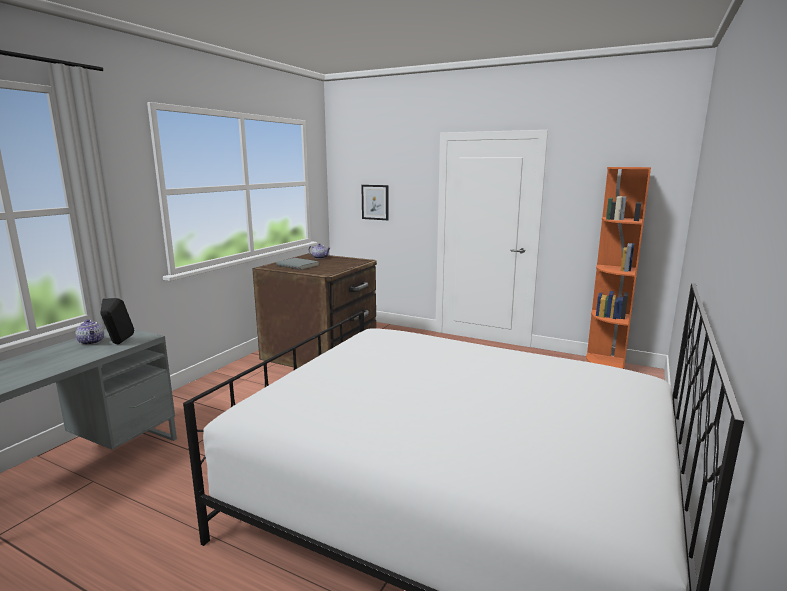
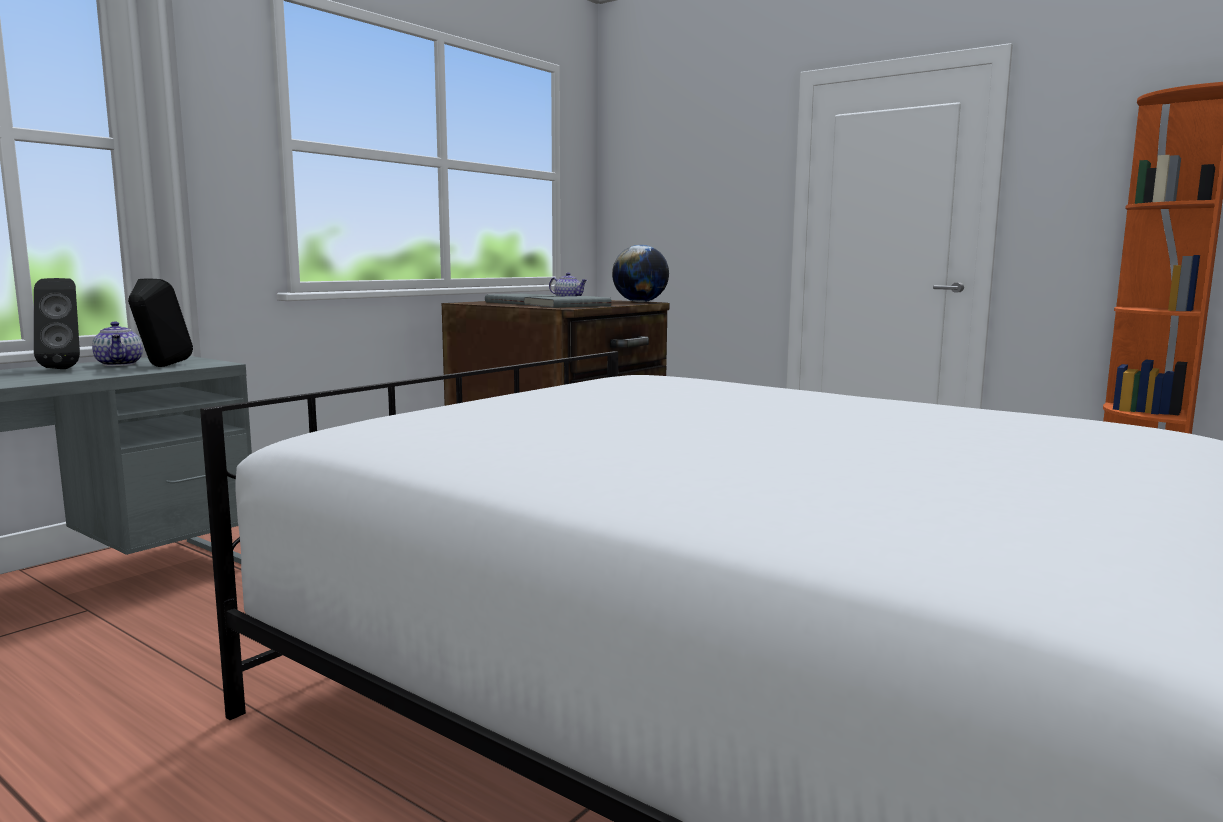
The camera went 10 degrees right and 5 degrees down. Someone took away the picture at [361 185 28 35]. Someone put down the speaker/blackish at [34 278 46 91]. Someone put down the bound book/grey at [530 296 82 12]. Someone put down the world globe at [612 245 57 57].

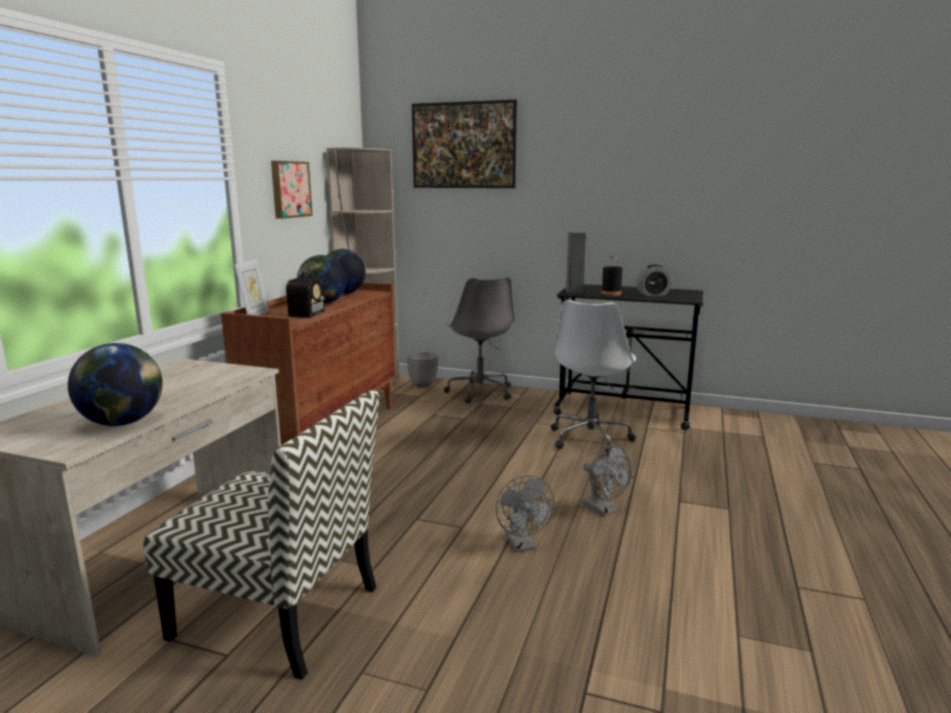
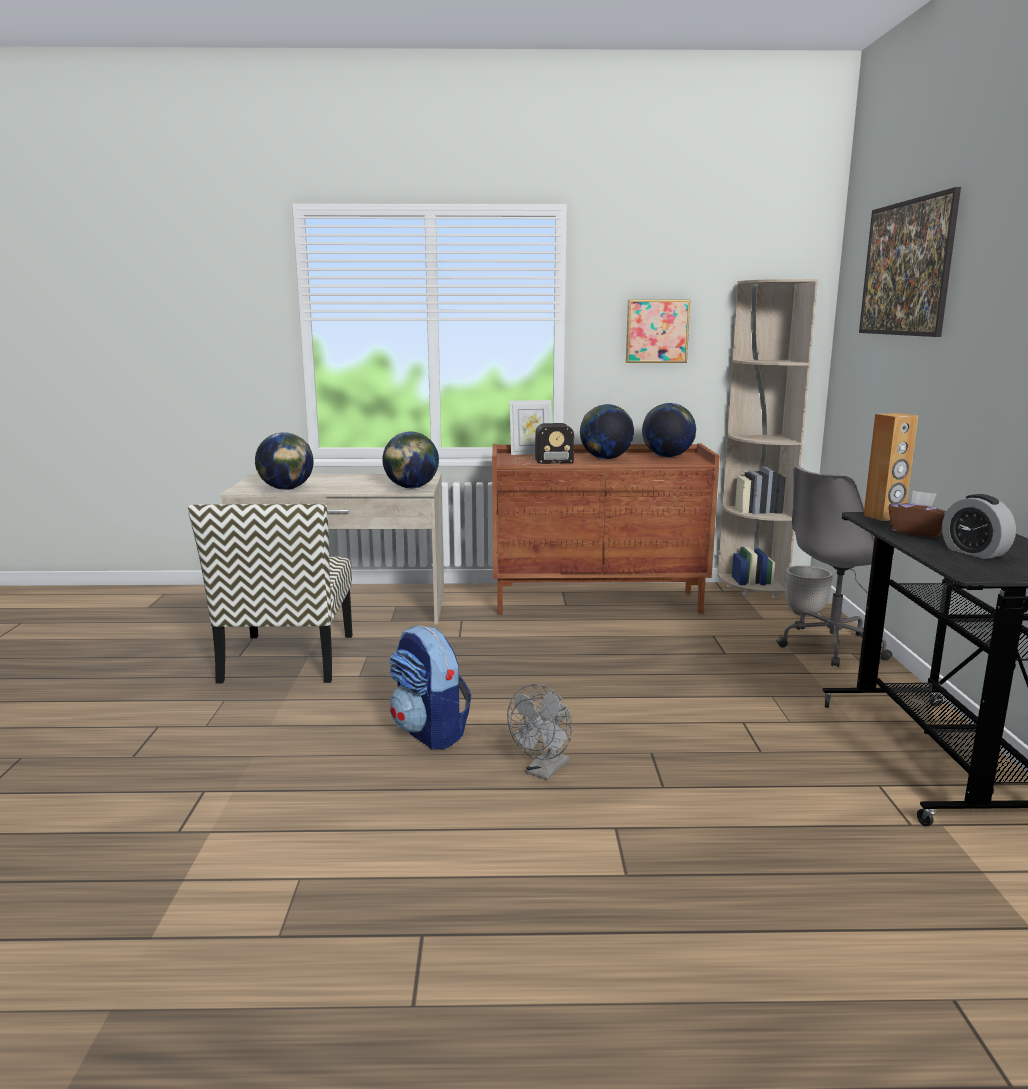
The camera went 70 degrees right and 0 degrees up. Someone took away the desk chair/white at [550 300 86 156]. Someone put down the world globe at [382 431 57 58]. Someone swapped the electric fan/grey at [496 475 59 77] for the knapsack at [389 625 82 124]. Someone swapped the drink bottle/blackish at [601 256 21 40] for the tissue box/brown at [888 490 59 48]. Someone repainted the speaker/grey at [566 232 20 62], which became the speaker/brown at [864 413 54 108].

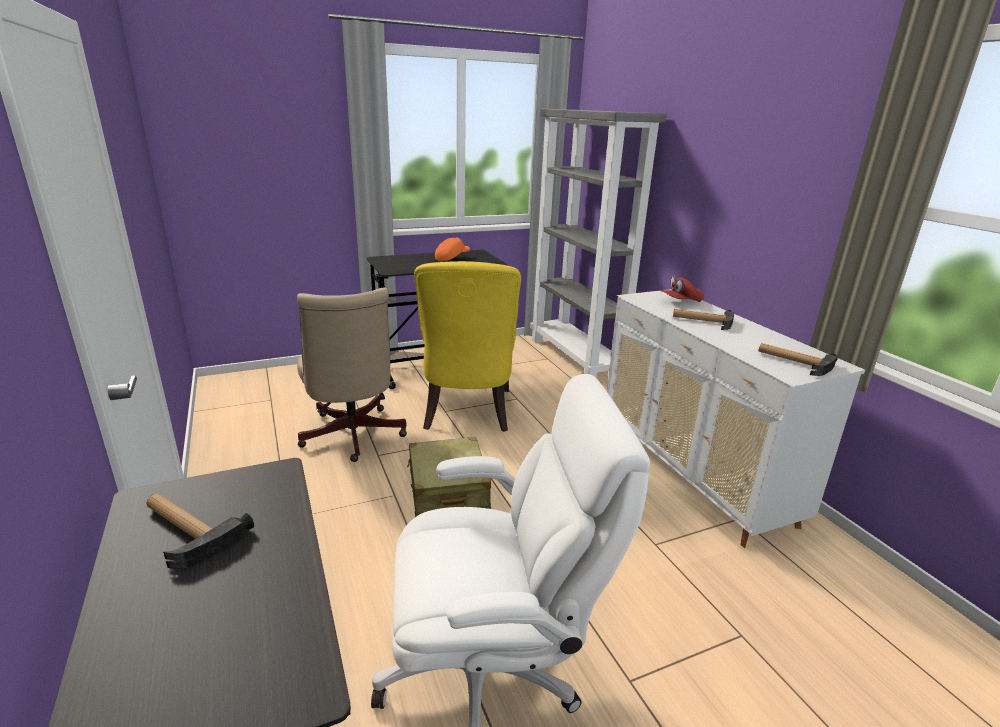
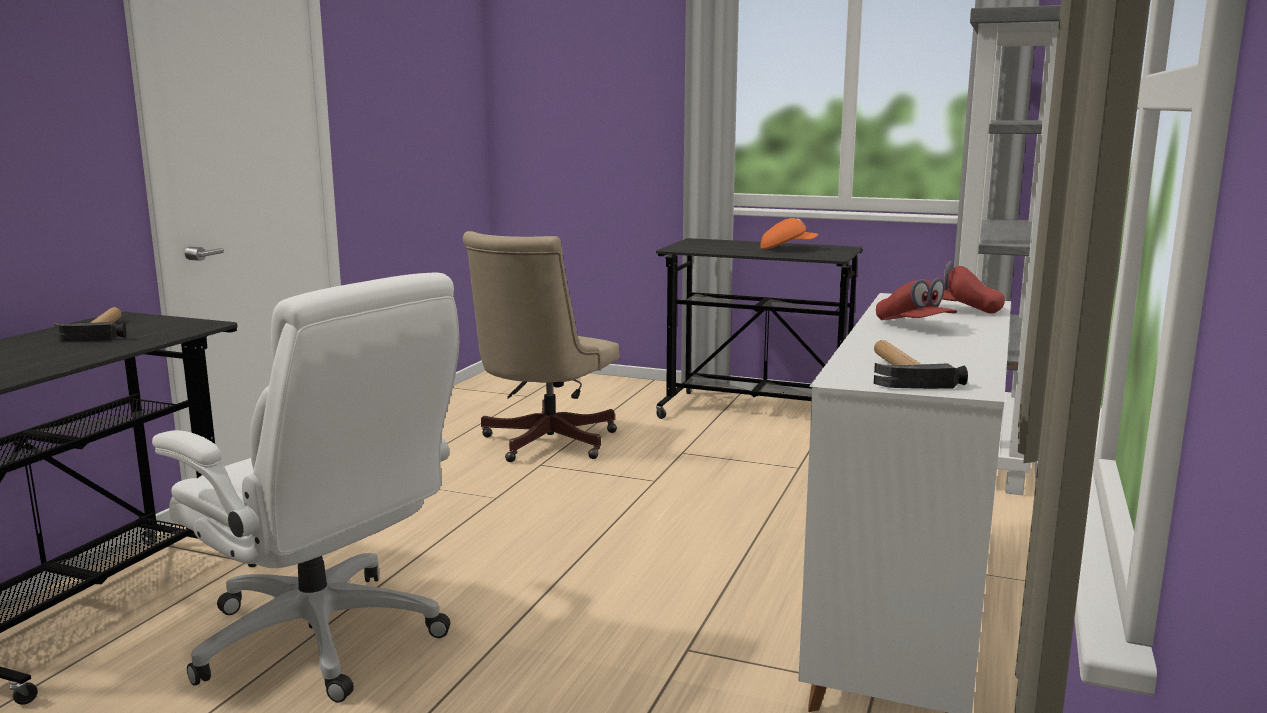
The camera went 45 degrees right and 10 degrees down. Someone took away the suitcase/sand-coloured at [407 437 84 80]. Someone took away the plain chair/yellow-coloured at [414 261 107 171]. Someone swapped the tool hammer at [673 309 61 21] for the baseball cap/red-coloured at [876 277 81 43].

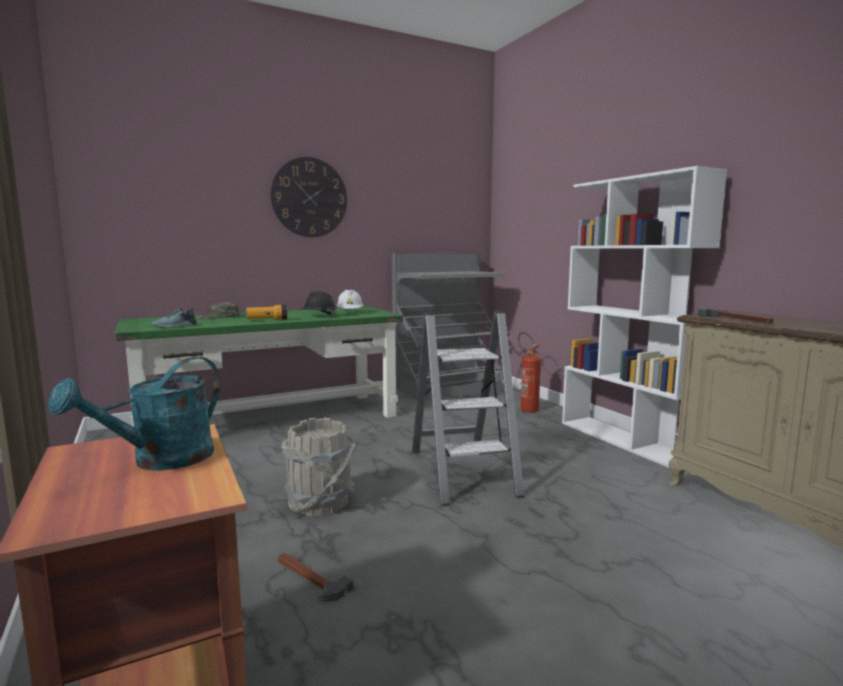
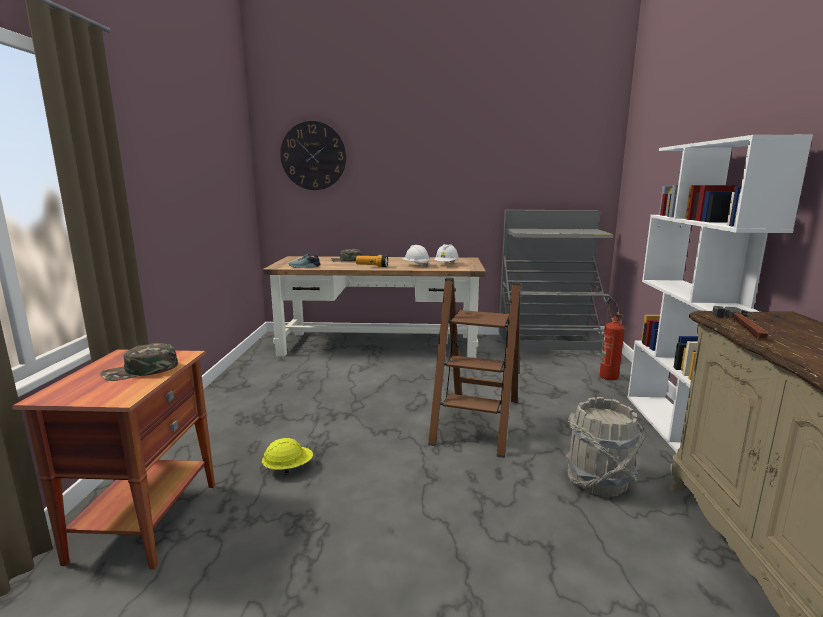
The camera went 30 degrees right and 5 degrees up. Someone carried the wall clock from [270 157 77 80] to [280 121 66 69]. Someone carried the water bucket/grey from [281 417 74 100] to [566 397 80 100]. Someone swapped the watering pot/turquoise at [48 357 172 114] for the baseball cap/greenish at [100 343 78 38]. Someone swapped the tool hammer at [278 553 75 49] for the hard hat/yellow-coloured at [262 438 51 37]. Someone repainted the desk unit/greenish at [114 306 289 121], which became the desk unit/brown at [263 256 223 102]. Someone repainted the hard hat/blackish at [301 291 36 26], which became the hard hat/white at [403 245 27 22]. Someone repainted the step stool/grey at [412 310 113 196], which became the step stool/brown at [428 277 93 181].

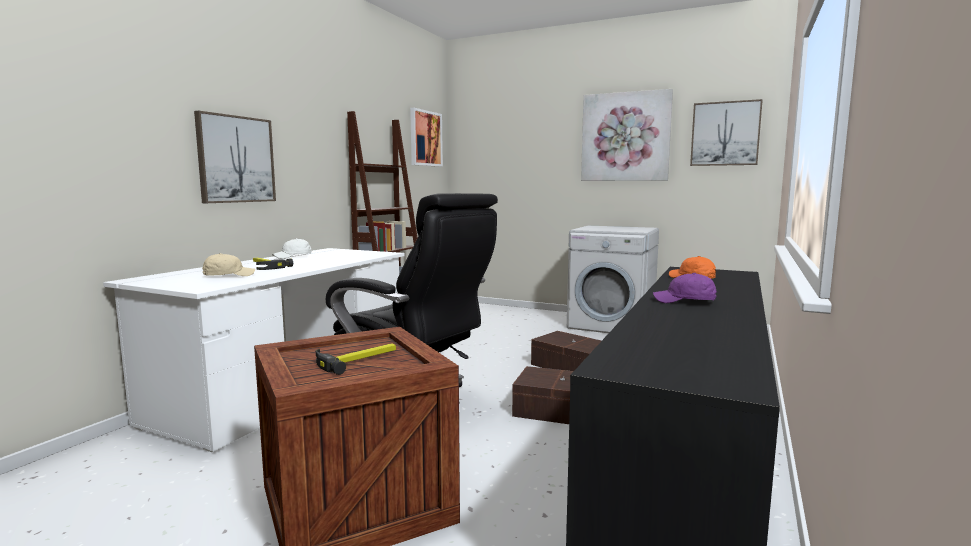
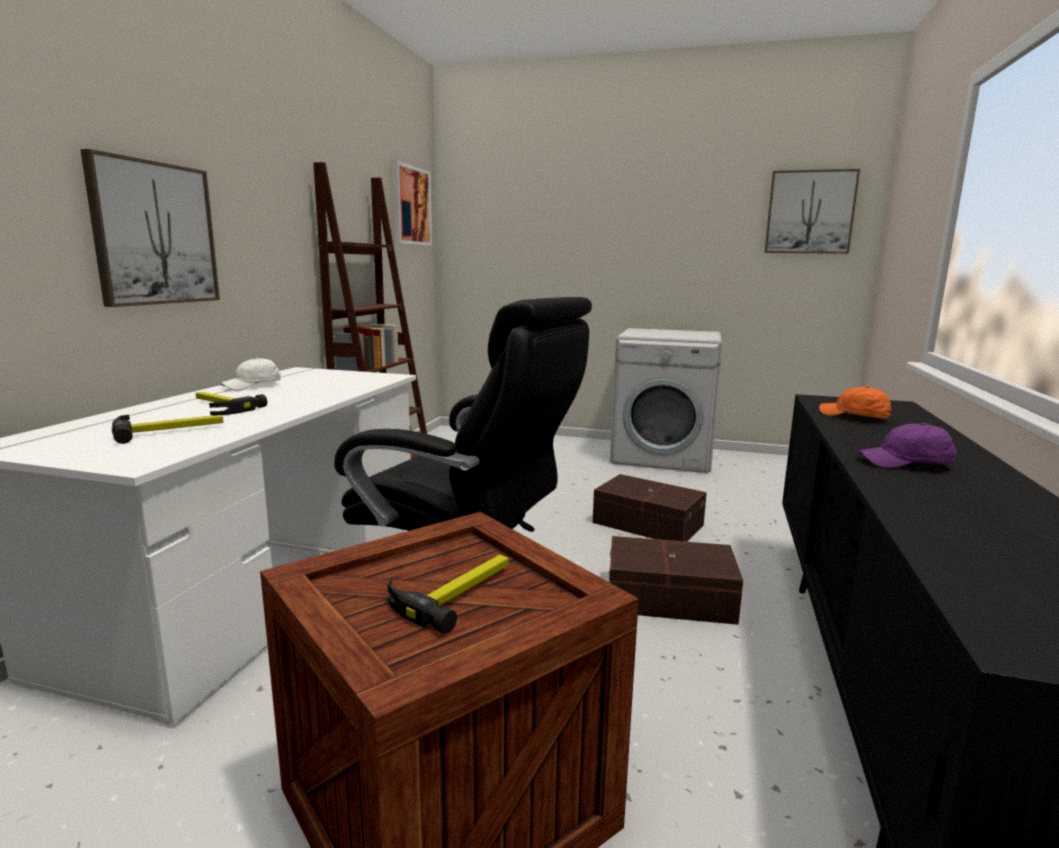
The camera went 10 degrees left and 5 degrees up. Someone took away the picture at [581 89 92 92]. Someone swapped the baseball cap/sand-coloured at [202 253 53 23] for the tool hammer at [112 415 111 29].

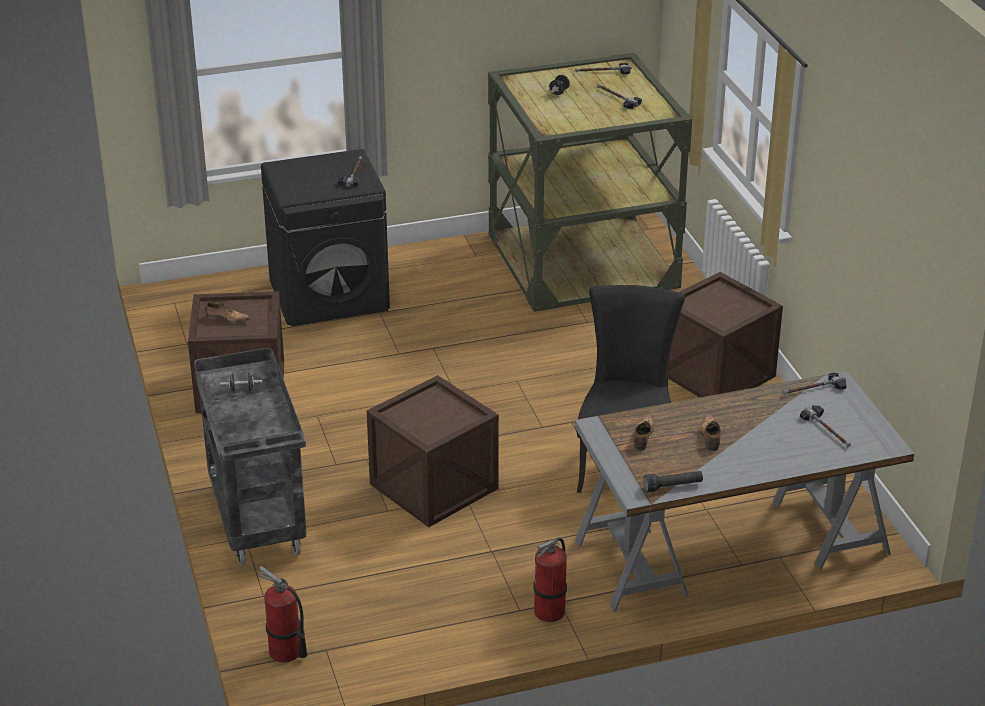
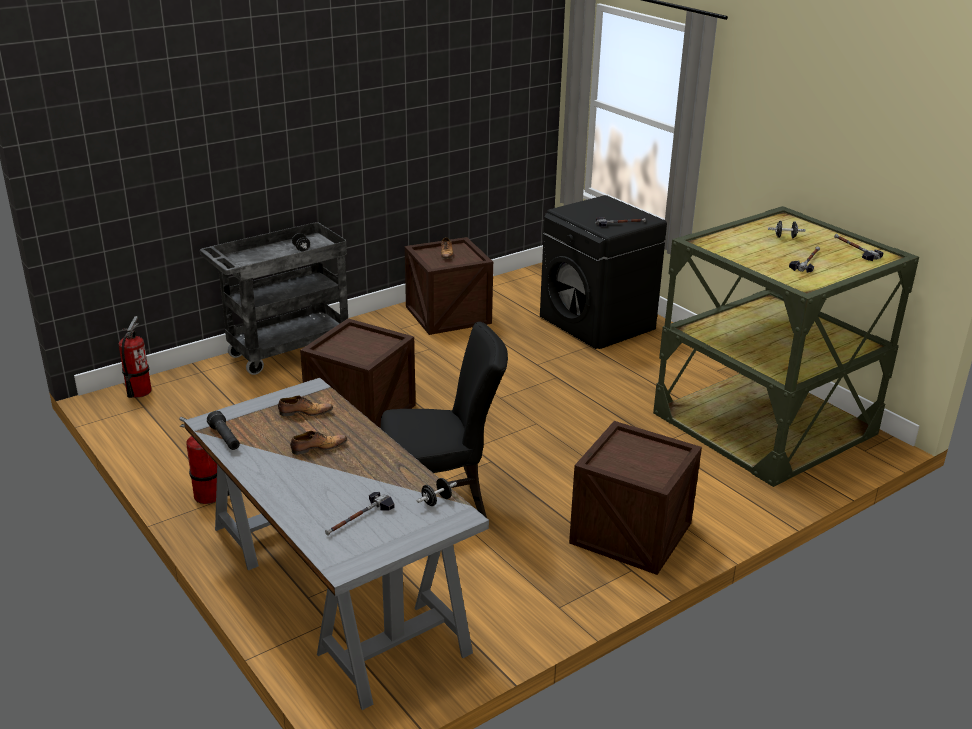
The camera went 70 degrees right and 5 degrees down. Someone swapped the tool hammer at [783 372 64 23] for the dumbbell/blackish at [416 478 41 28].

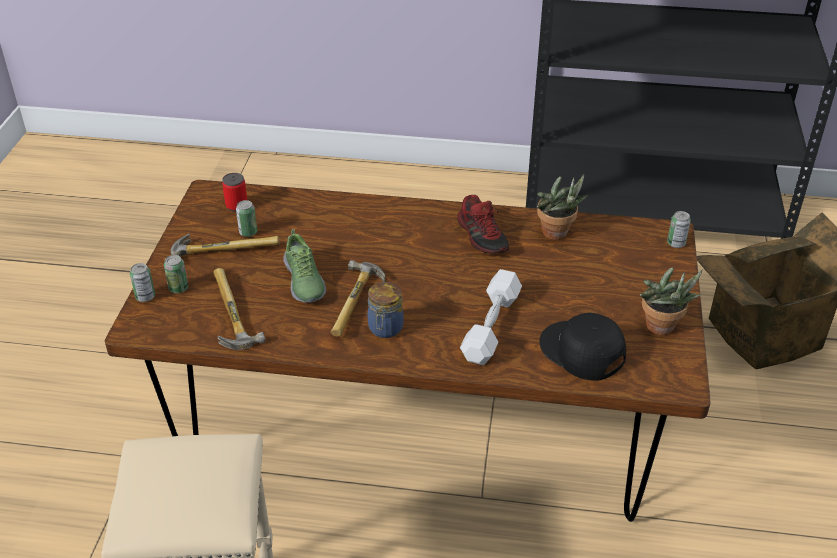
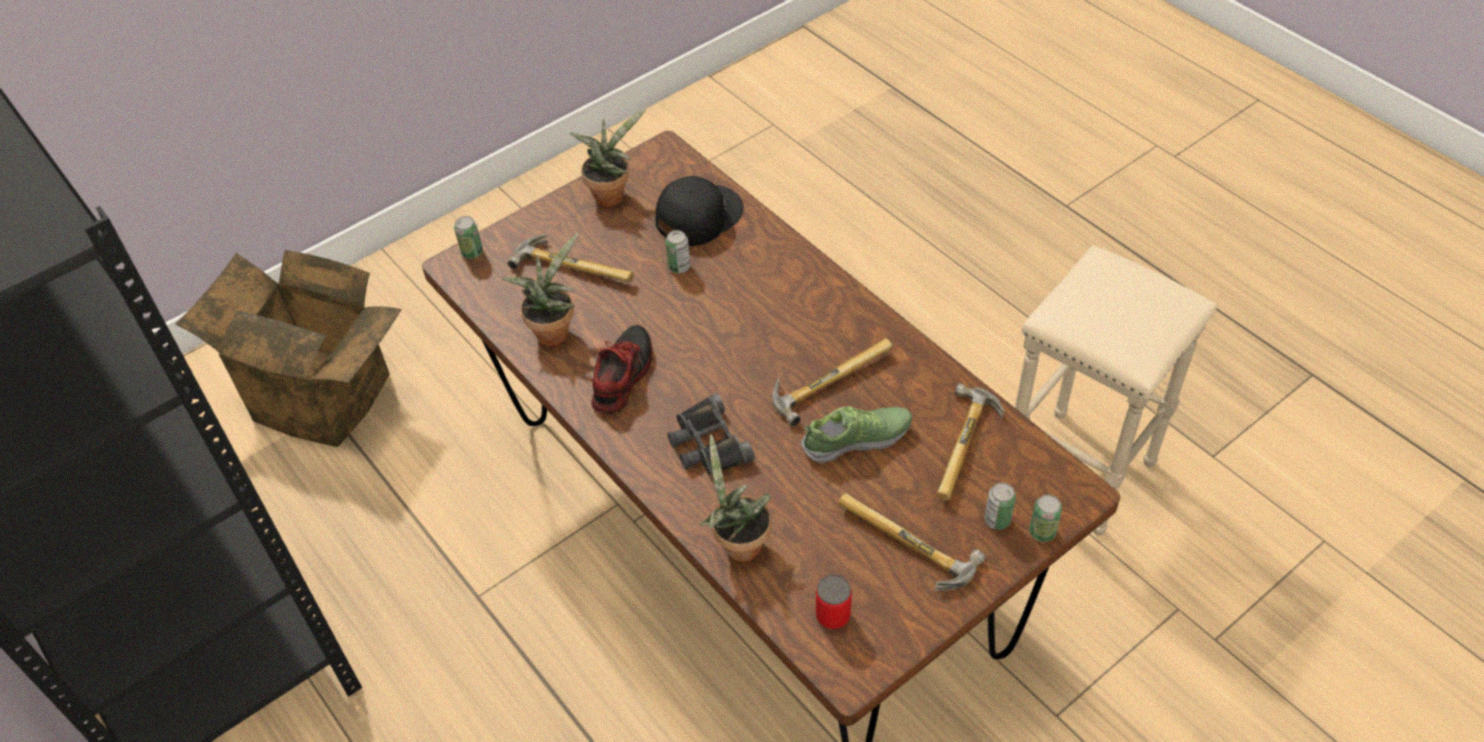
The camera went 135 degrees left and 10 degrees up. Someone took away the jar at [368 282 36 56]. Someone took away the dumbbell/white at [460 269 62 96]. Someone put down the tool hammer at [507 234 127 49]. Someone put down the binoculars/blackish at [667 394 88 81]. Someone put down the houseplant at [700 434 71 128]. Someone carried the can from [236 200 21 37] to [665 230 25 43]. Someone rotated the item of footwear at [283 229 43 74] by 45 degrees clockwise. Someone rotated the baseball cap/blackish at [539 313 87 68] by 135 degrees counterclockwise.

